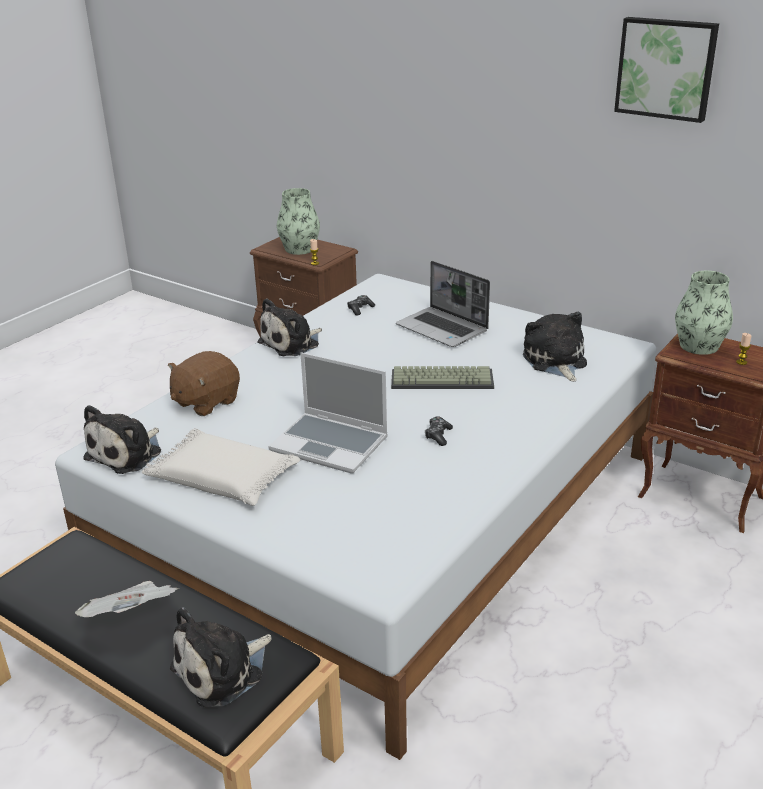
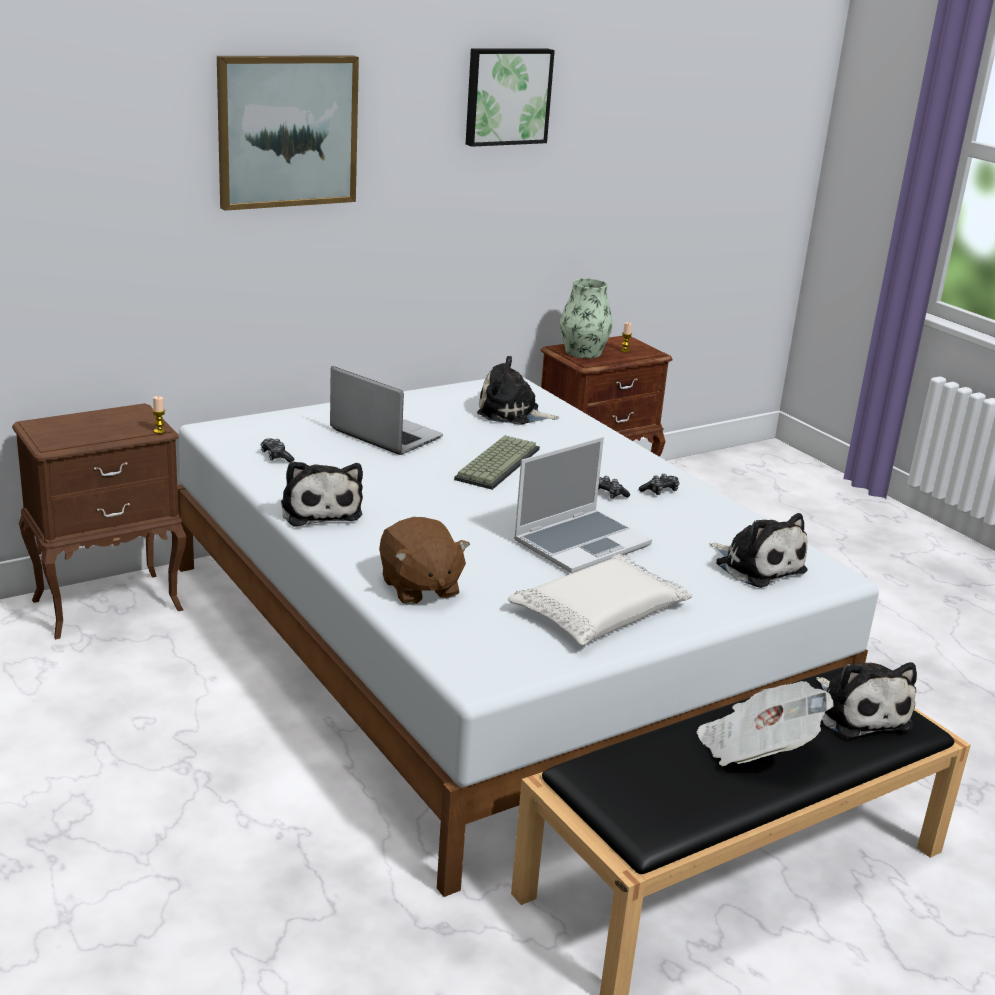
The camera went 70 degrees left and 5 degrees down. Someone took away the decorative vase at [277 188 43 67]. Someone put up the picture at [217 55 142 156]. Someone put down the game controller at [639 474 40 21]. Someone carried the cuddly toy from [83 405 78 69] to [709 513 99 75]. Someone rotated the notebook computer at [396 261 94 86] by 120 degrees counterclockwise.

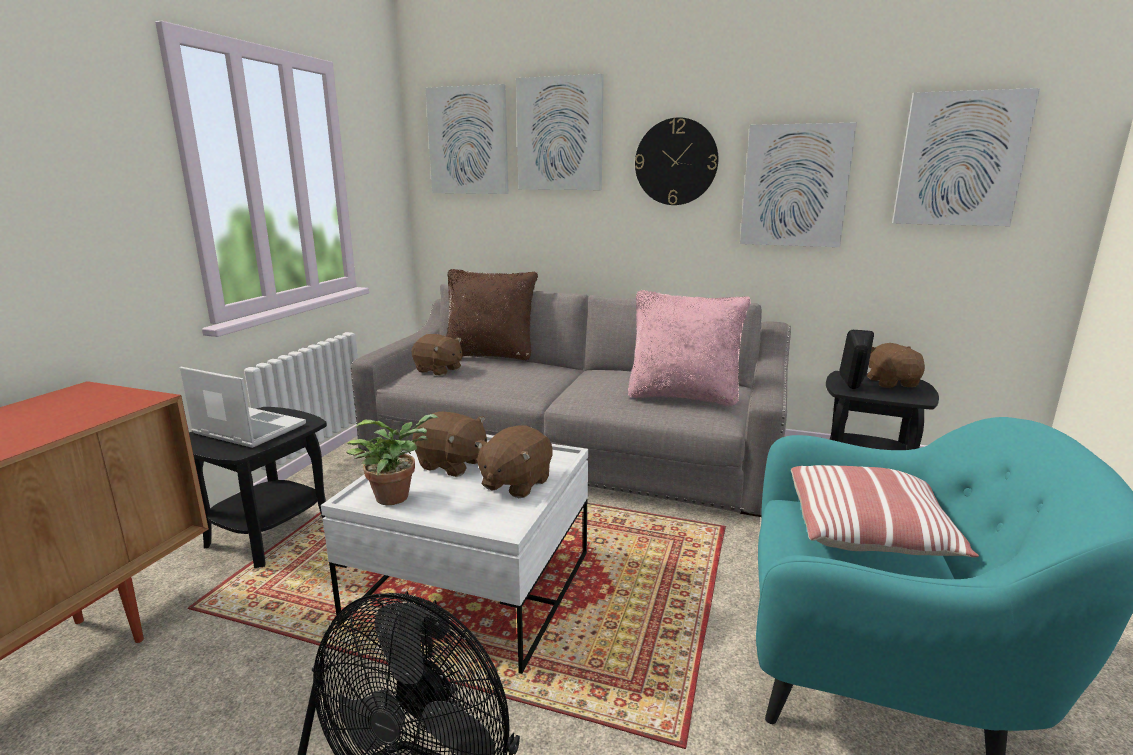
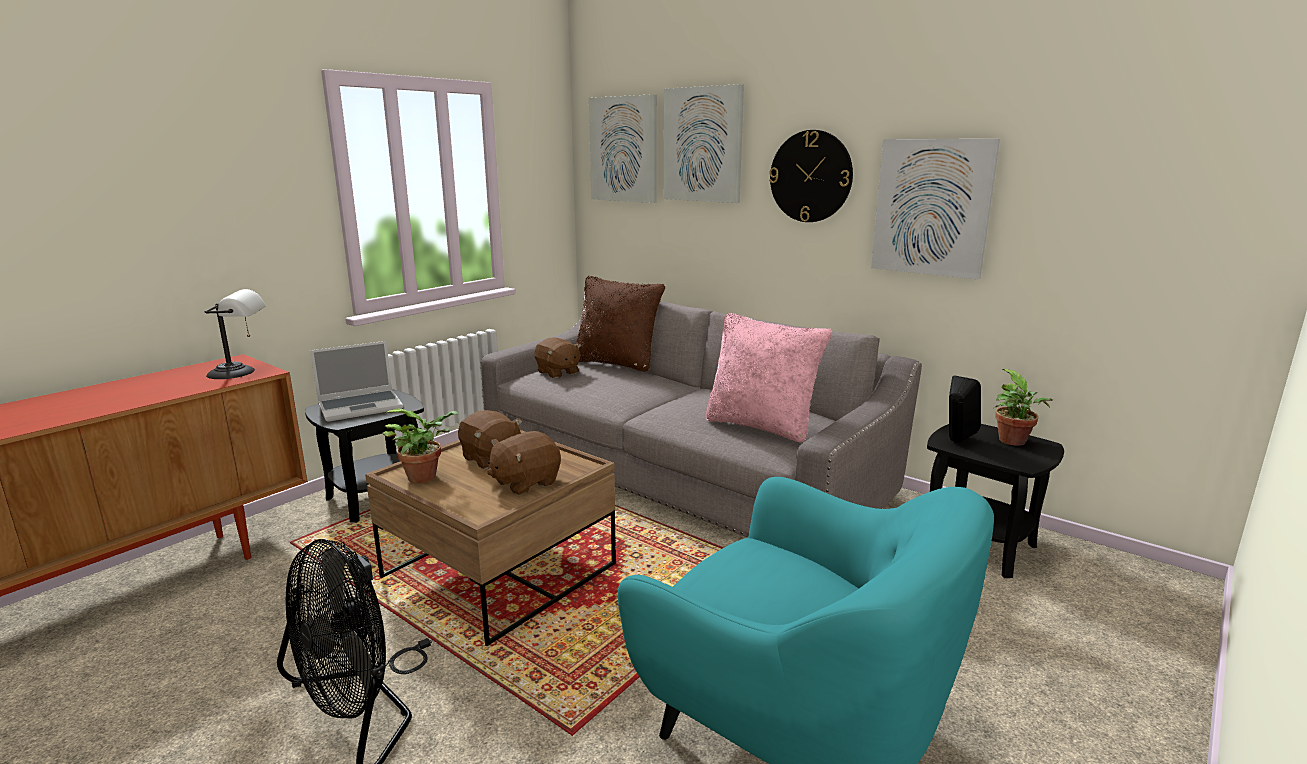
The camera went 20 degrees right and 0 degrees up. Someone took away the throw pillow at [791 465 188 92]. Someone took away the picture at [892 88 148 138]. Someone put down the tabletop lamp at [204 289 62 90]. Someone swapped the cuddly toy/brown at [867 343 58 45] for the houseplant at [993 369 60 77]. Someone repainted the low table/white at [321 434 267 240], which became the low table/brown at [365 430 251 216]. Someone rotated the notebook computer at [180 367 126 81] by 105 degrees clockwise.

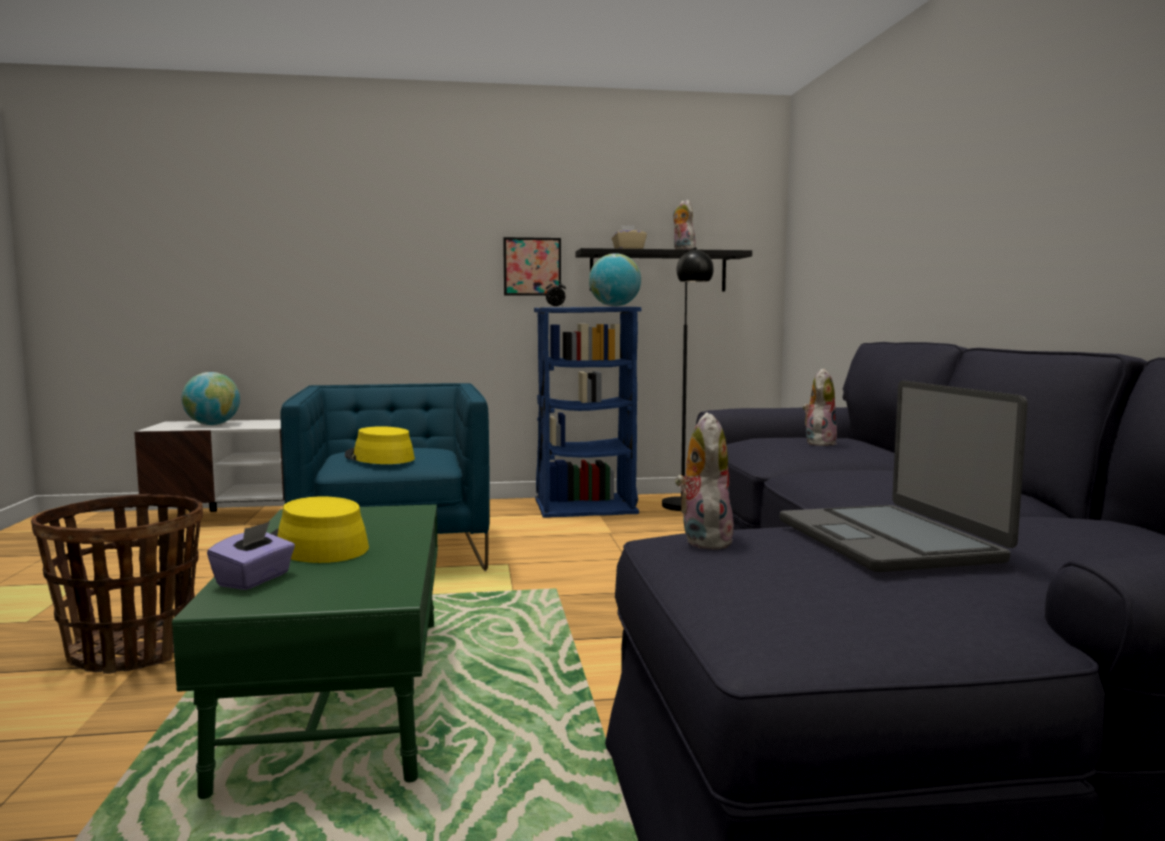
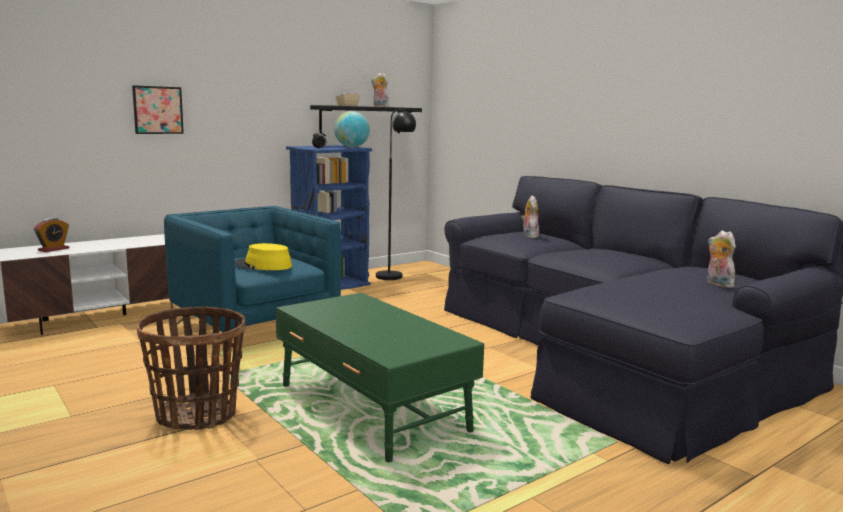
The camera went 30 degrees left and 5 degrees up. Someone took away the tissue box/purple-coloured at [207 521 88 69]. Someone took away the wearable hat/yellow-coloured at [270 496 99 67]. Someone took away the notebook computer at [780 380 248 192]. Someone carried the picture from [503 237 58 59] to [132 85 52 49]. Someone carried the cuddly toy from [675 412 59 138] to [707 230 29 58]. Someone swapped the world globe at [181 372 59 53] for the bedside clock at [34 218 35 34].

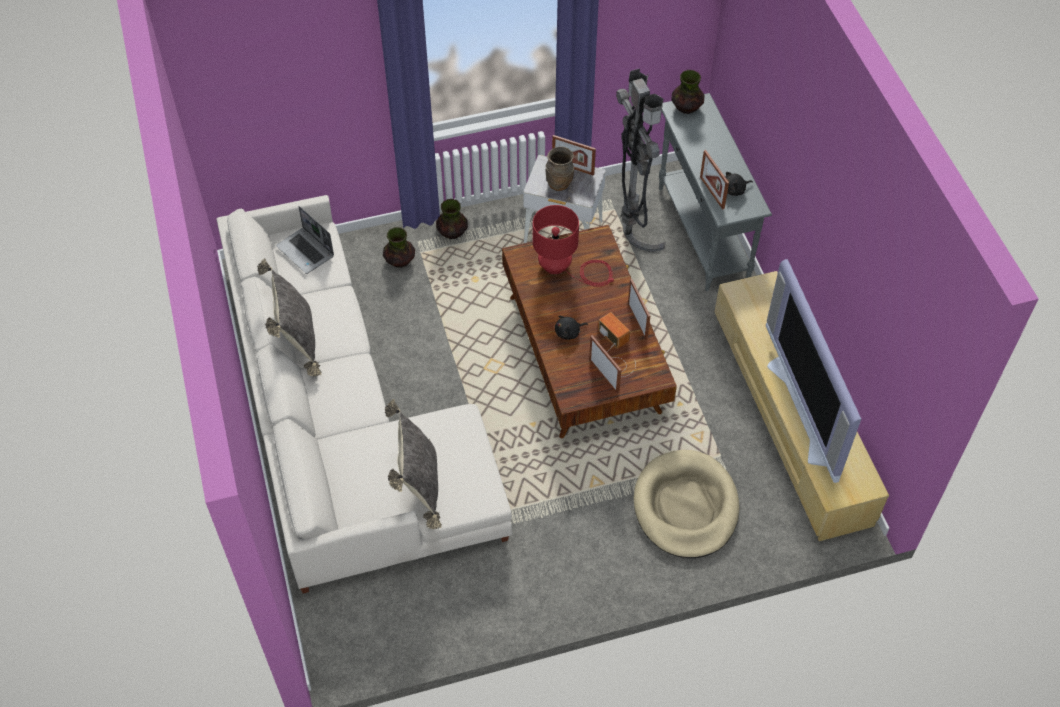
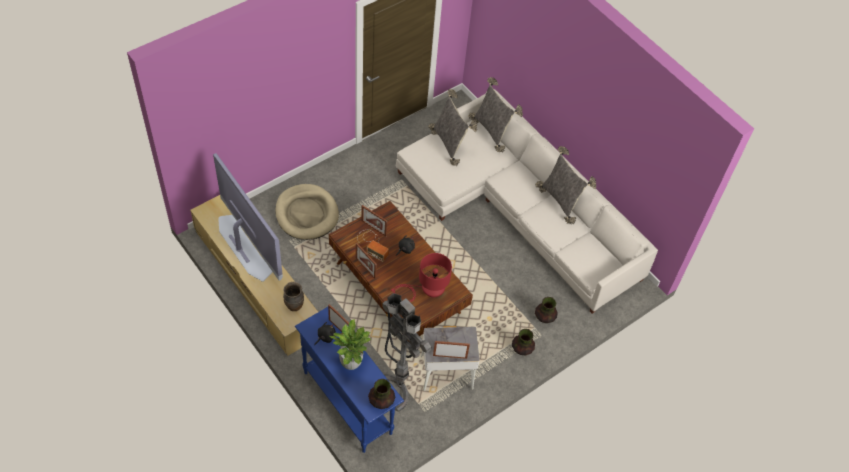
The camera went 155 degrees right and 0 degrees up. Someone took away the notebook computer at [276 206 58 68]. Someone put down the houseplant at [329 319 42 51]. Someone put down the throw pillow at [468 77 55 75]. Someone carried the decorative vase/brown from [546 147 28 44] to [283 282 21 29]. Someone repainted the hall table/grey at [659 93 113 198], which became the hall table/blue at [295 307 109 146].

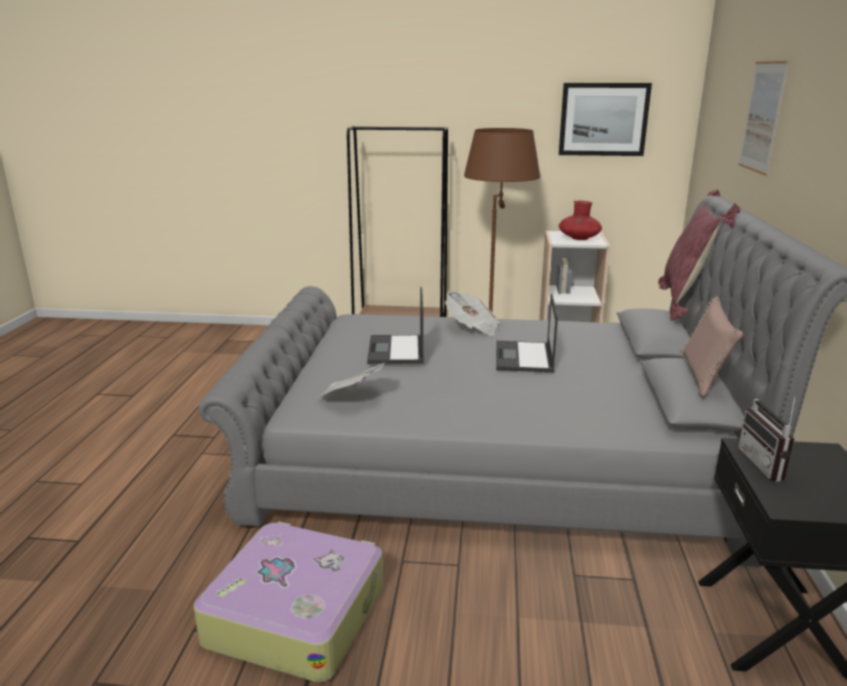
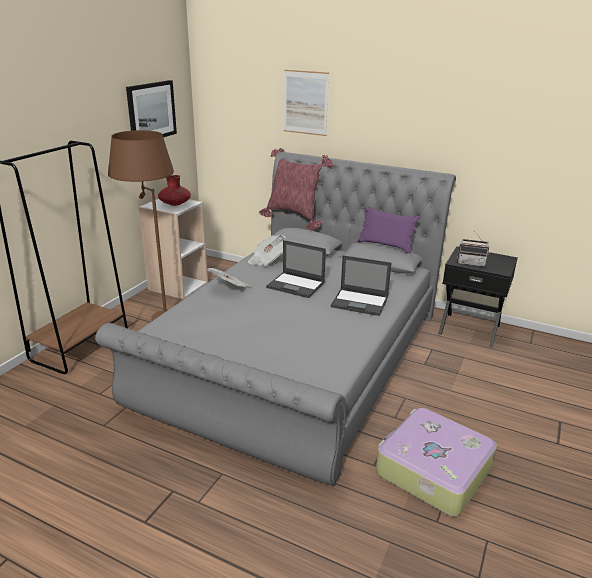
The camera went 70 degrees left and 5 degrees up. Someone carried the daily paper from [316 362 69 36] to [248 235 38 31]. Someone carried the notebook computer from [367 287 57 77] to [331 255 60 61]. Someone repainted the throw pillow/sand-coloured at [680 297 64 100], which became the throw pillow/purple-coloured at [358 206 62 47].

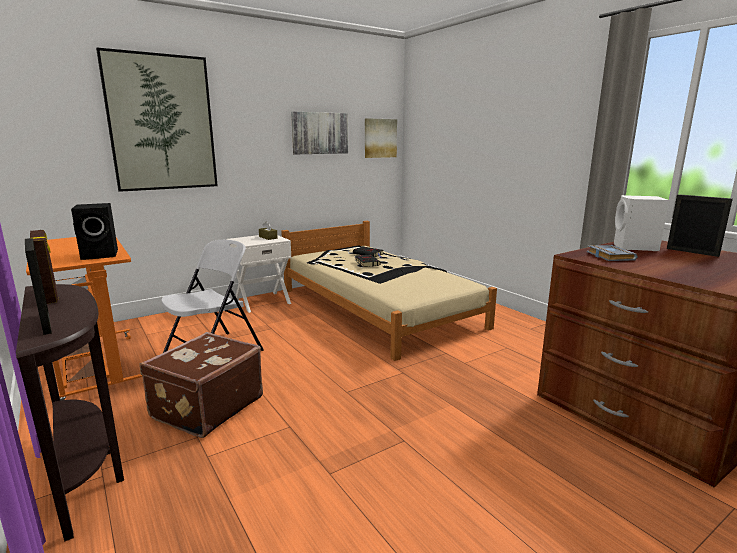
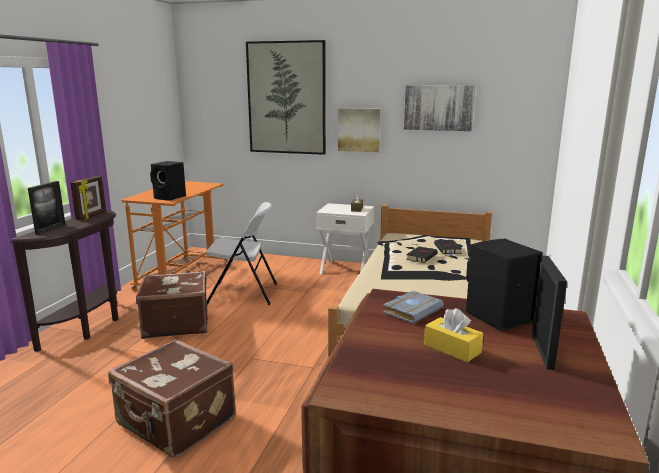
The camera went 50 degrees right and 0 degrees up. Someone put down the suitcase/brown at [108 339 128 119]. Someone put down the tissue box/yellow-coloured at [424 308 59 54]. Someone carried the picture from [365 118 32 40] to [338 108 42 44]. Someone repainted the speaker/white at [614 195 55 56], which became the speaker/blackish at [466 239 77 92].

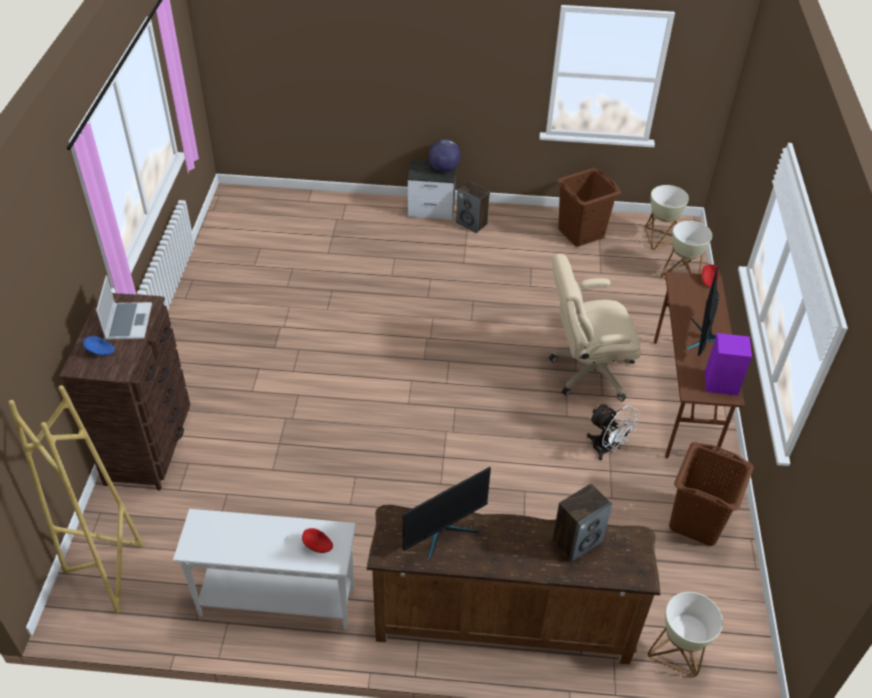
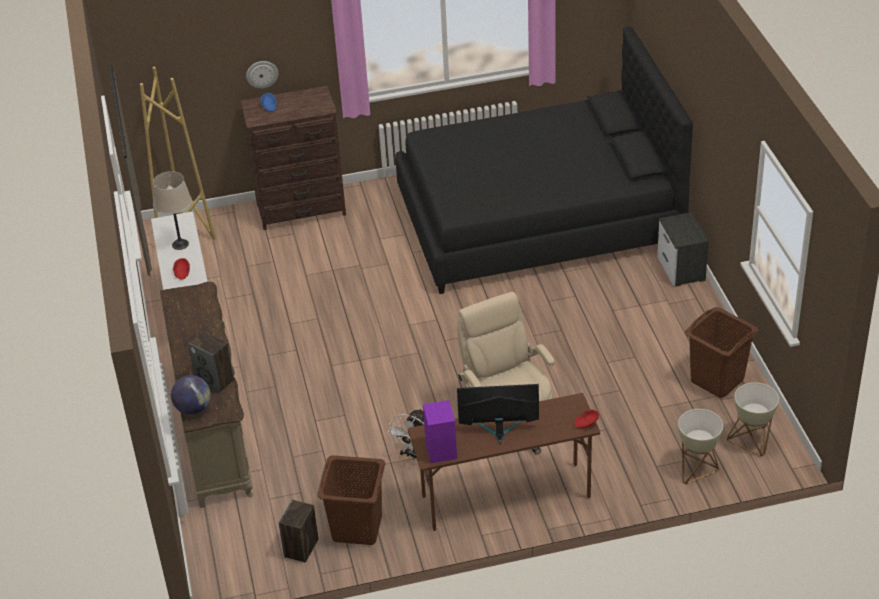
The camera went 75 degrees right and 5 degrees down. Someone took away the notebook computer at [96 275 56 65]. Someone took away the computer display at [403 467 88 93]. Someone took away the flower pot at [647 592 76 85]. Someone put down the tabletop lamp/sand-coloured at [153 171 39 79]. Someone put up the wall clock at [246 61 32 28]. Someone put down the sleeping bed/blackish at [395 26 298 268]. Someone carried the world globe from [429 139 31 33] to [171 375 40 40]. Someone carried the speaker from [456 181 34 52] to [279 499 39 63].

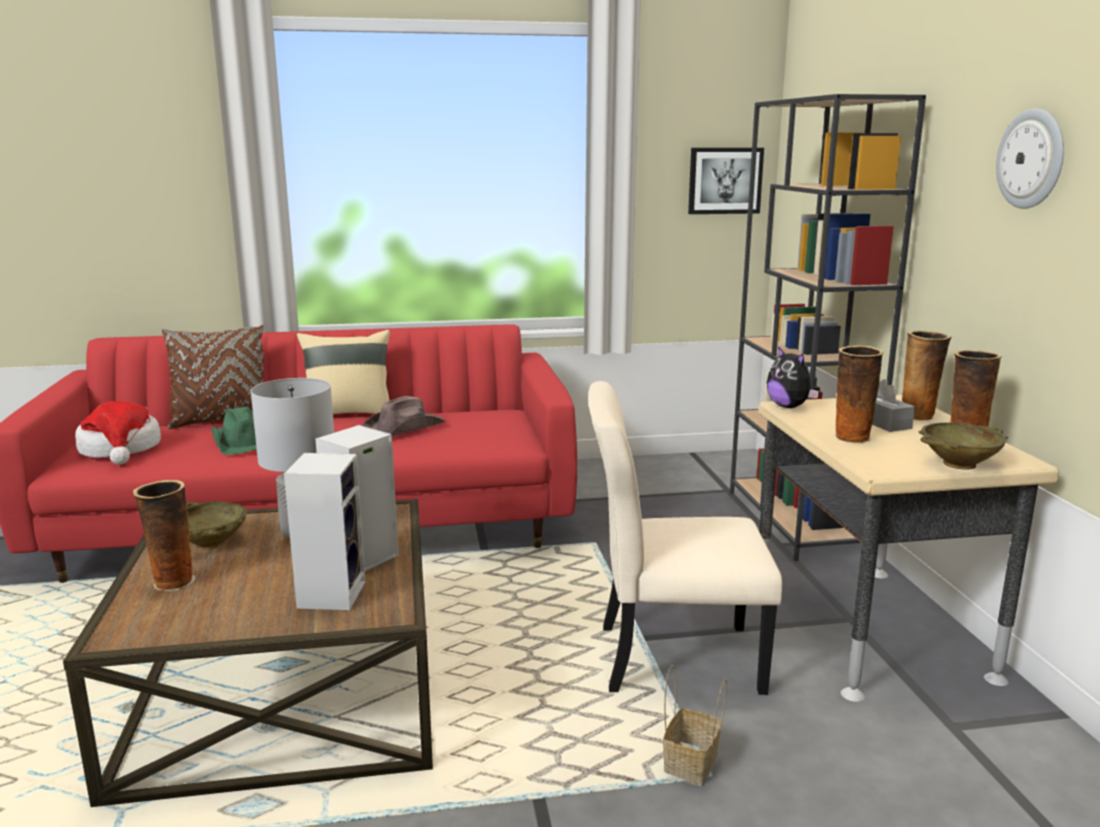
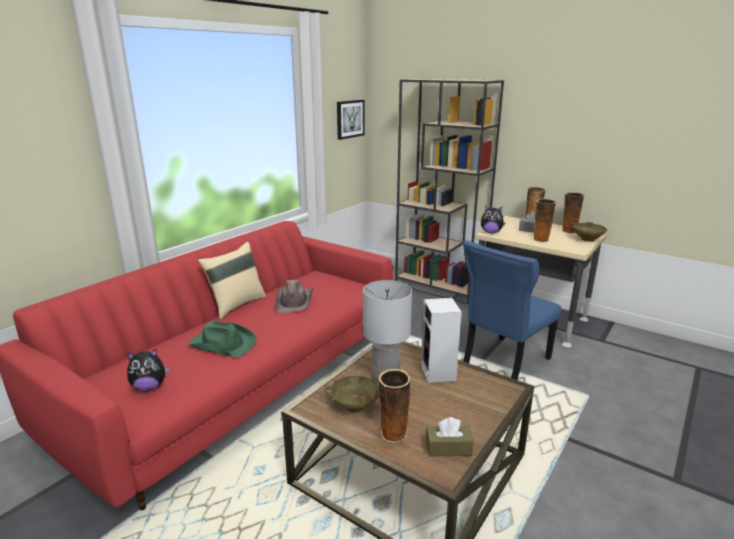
The camera went 45 degrees left and 5 degrees up. Someone took away the throw pillow/brown at [162 325 102 104]. Someone took away the speaker at [284 453 81 157]. Someone took away the storage basket at [663 665 64 121]. Someone took away the wall clock at [996 108 68 101]. Someone put down the tissue box/brown at [426 417 48 40]. Someone swapped the wearable hat at [75 401 86 64] for the cuddly toy at [127 349 43 42]. Someone repainted the plain chair/sand-coloured at [588 381 194 314], which became the plain chair/blue at [463 241 98 139].

